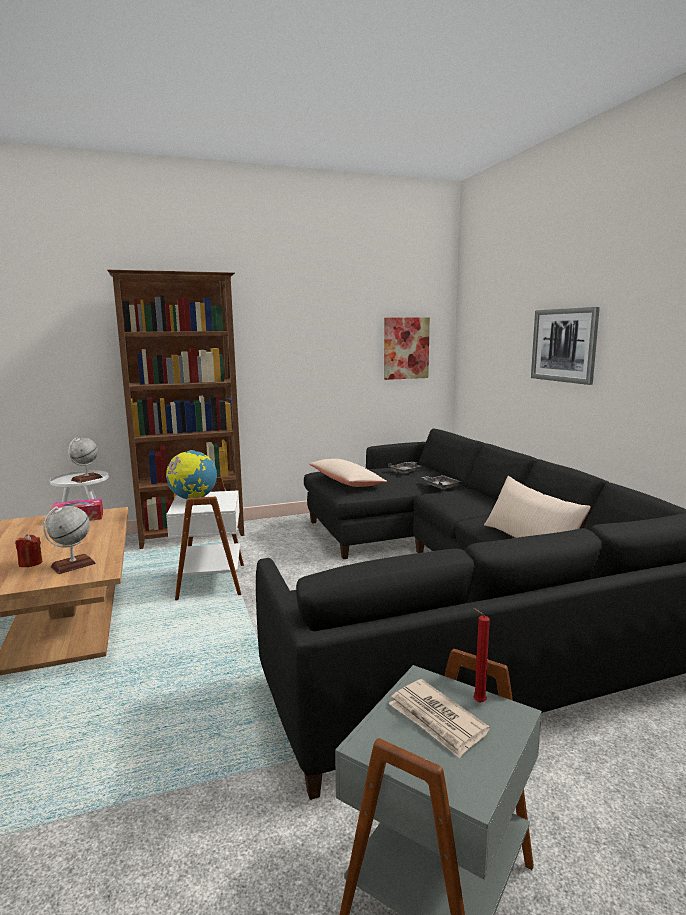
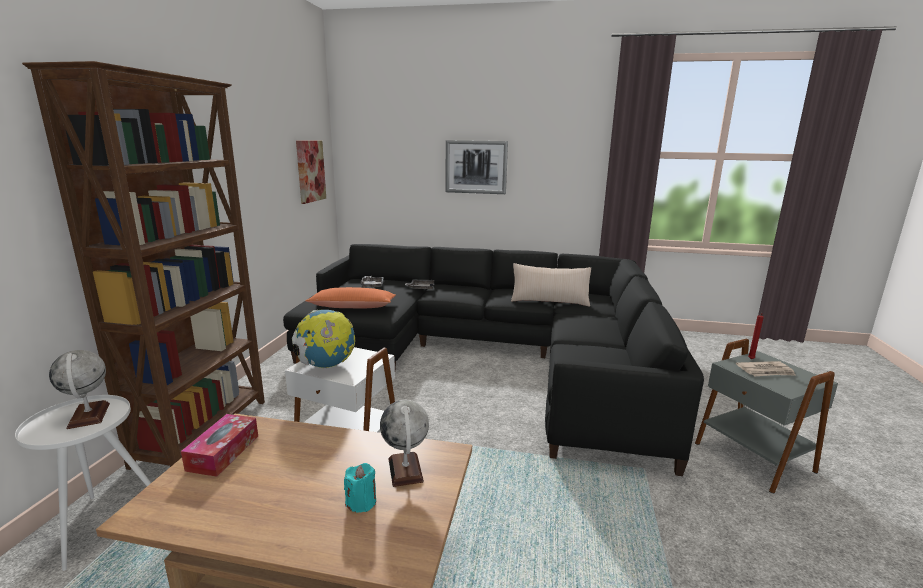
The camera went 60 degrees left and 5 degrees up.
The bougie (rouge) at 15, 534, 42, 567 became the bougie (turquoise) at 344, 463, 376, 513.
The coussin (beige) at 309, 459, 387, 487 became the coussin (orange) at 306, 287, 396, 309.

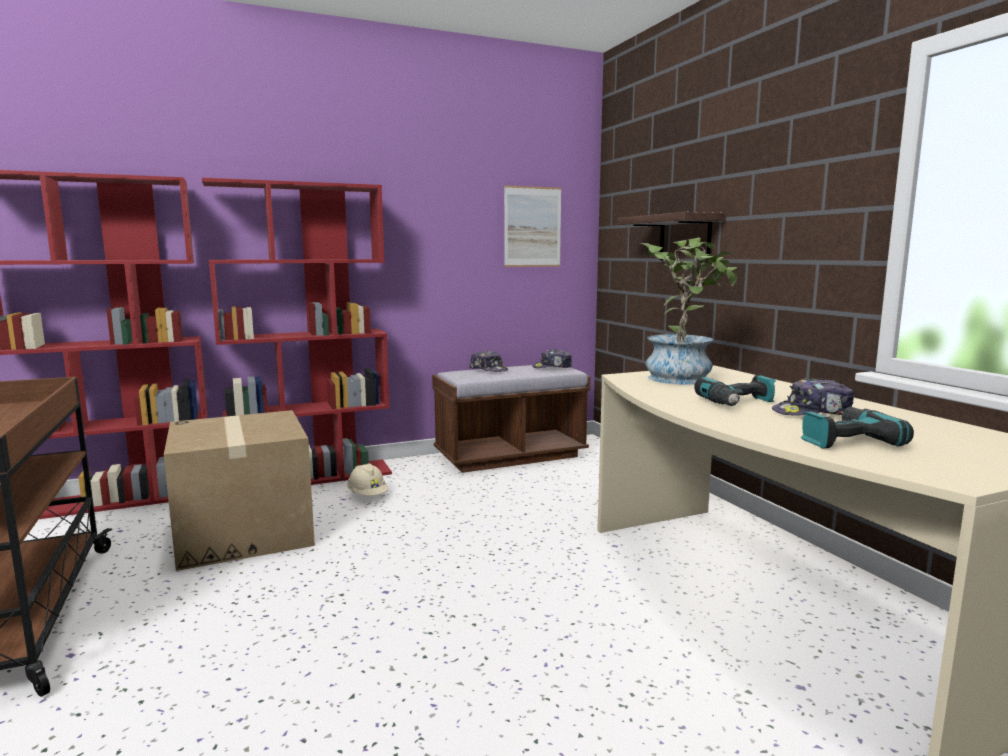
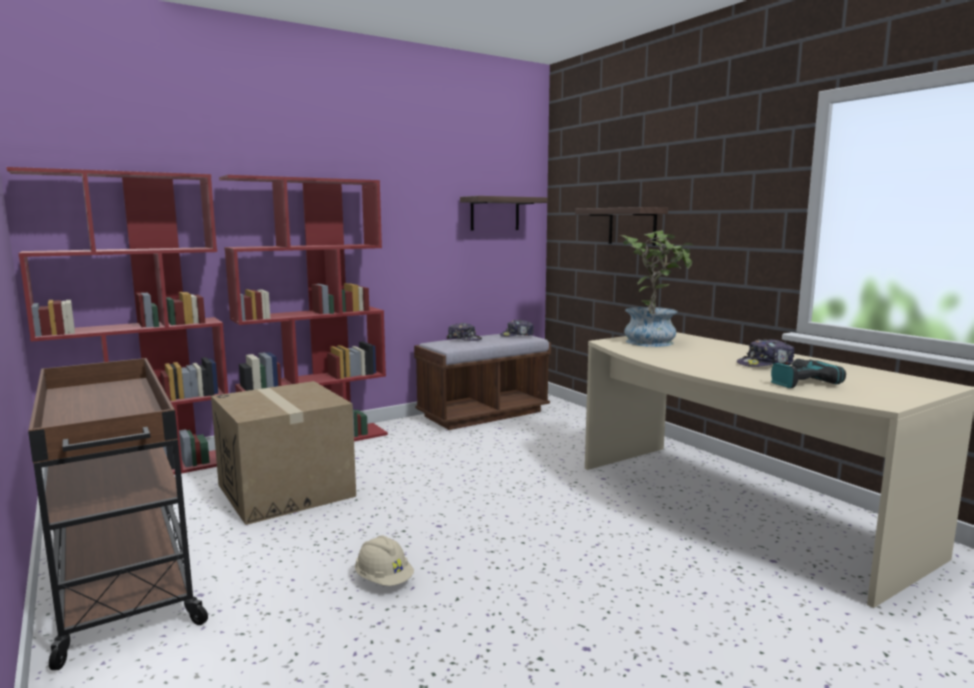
The camera went 10 degrees left and 0 degrees up.
The perceuse at 694, 375, 776, 406 disappeared.
The casque de chantier (beige) moved from 347, 463, 388, 496 to 355, 536, 414, 586.
The tableau at 504, 185, 562, 267 was replaced by the étagère at 460, 196, 547, 231.

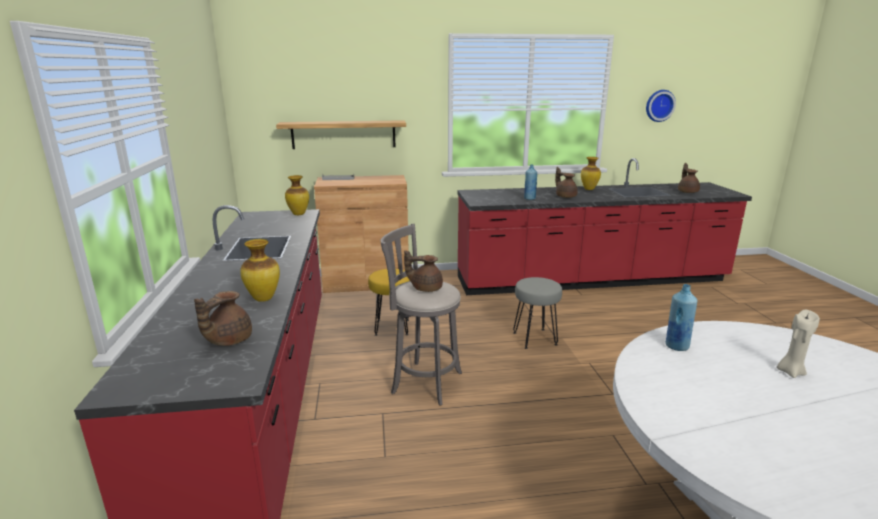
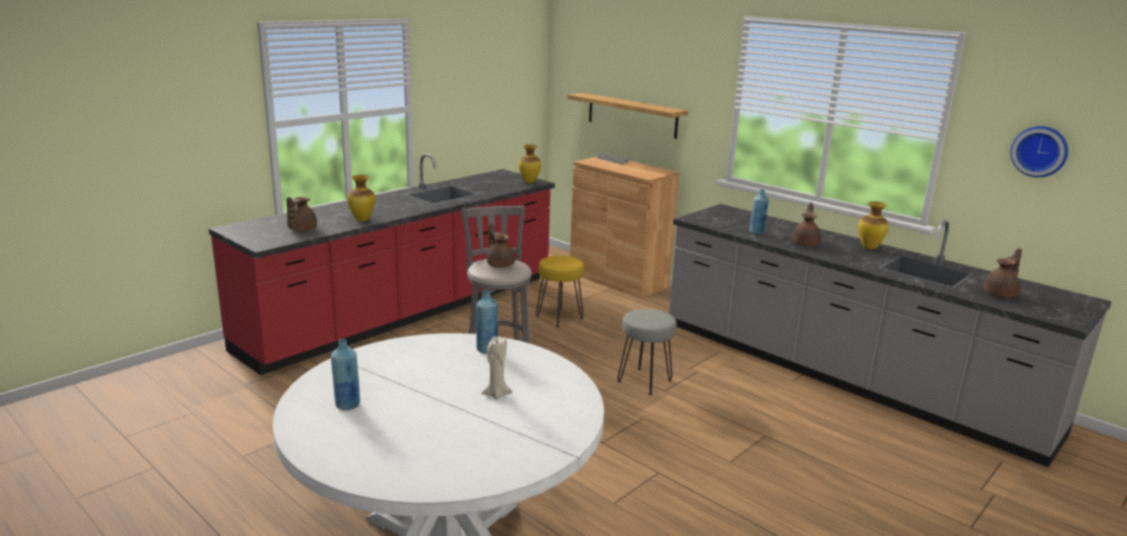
The camera went 50 degrees right and 0 degrees up.
The bouteille (bleu) at 331, 339, 360, 410 appeared.
The comptoir de cuisine (rouge) at 458, 158, 752, 295 became the comptoir de cuisine (gris) at 669, 204, 1112, 467.
The théière (marron) at 194, 291, 252, 346 turned 60 degrees counterclockwise.

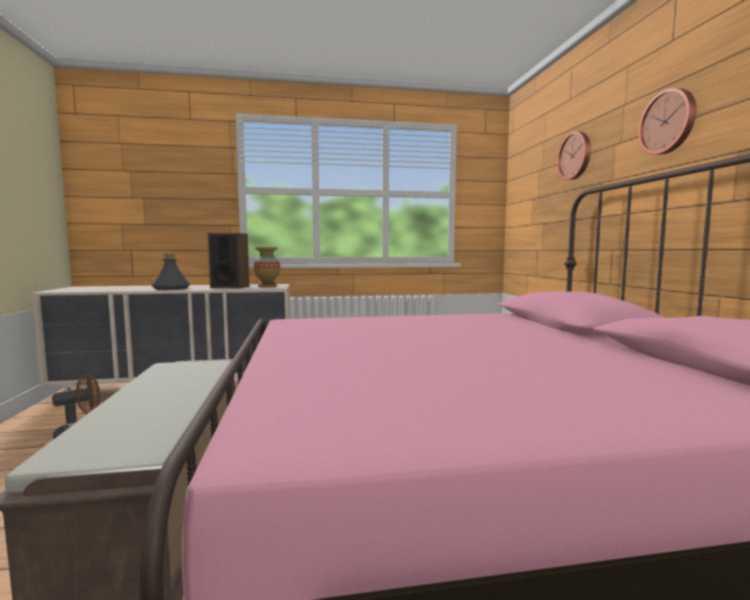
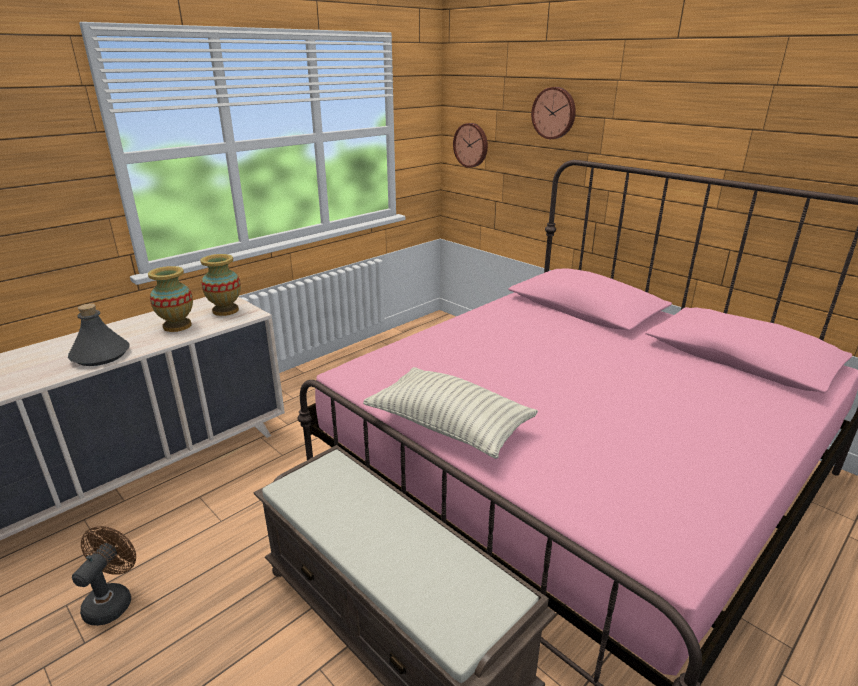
The camera went 35 degrees left and 20 degrees up.
The coussin at 363, 367, 538, 459 appeared.
The horloge murale moved from 638, 88, 697, 155 to 453, 123, 488, 168.
The enceinte at 208, 233, 249, 288 was replaced by the vase at 148, 266, 193, 332.

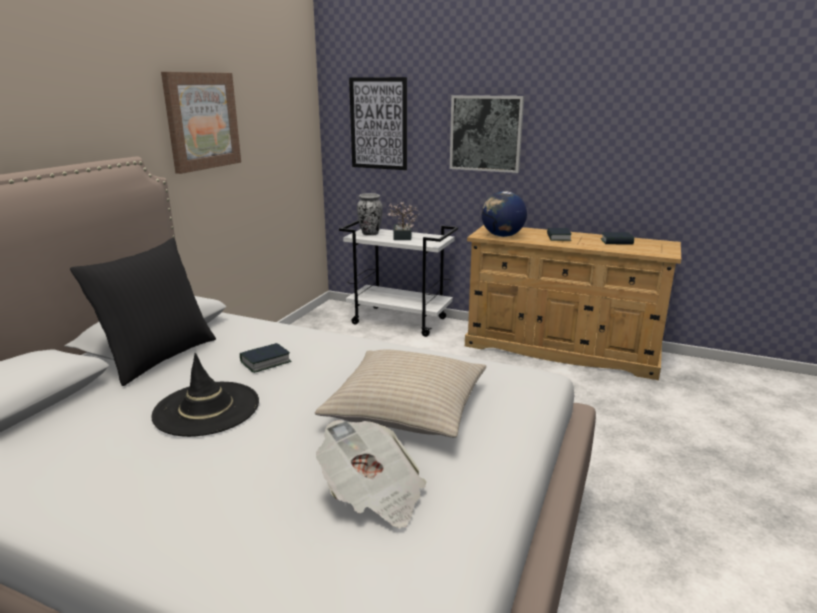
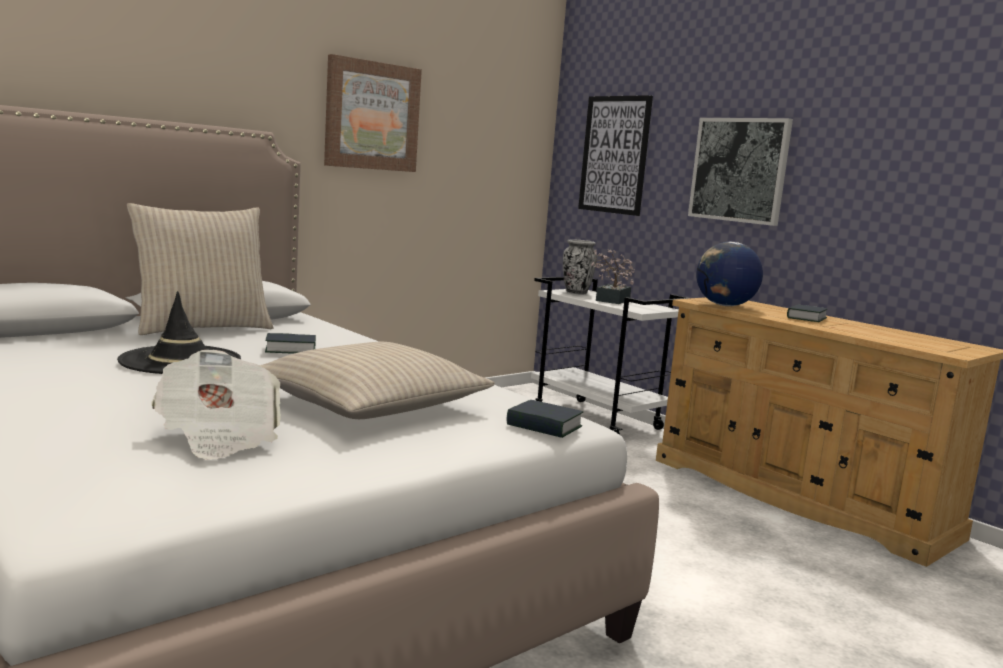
The camera went 25 degrees right and 10 degrees down.
The livre moved from 601, 232, 634, 245 to 507, 400, 583, 438.
The coussin (noir) at 70, 238, 216, 386 became the coussin (beige) at 127, 203, 274, 335.

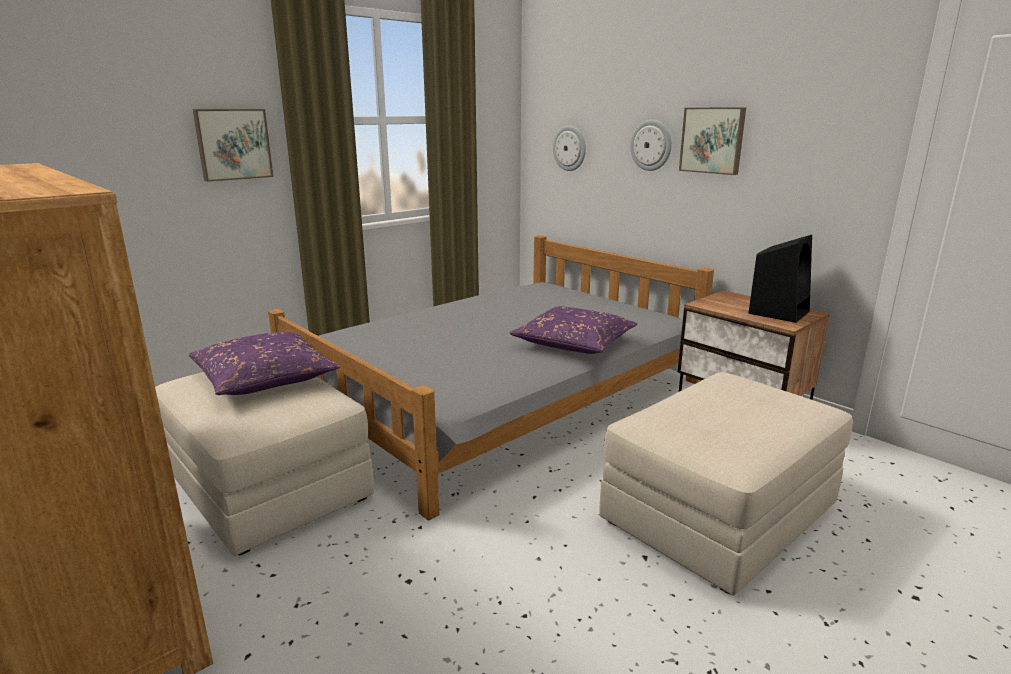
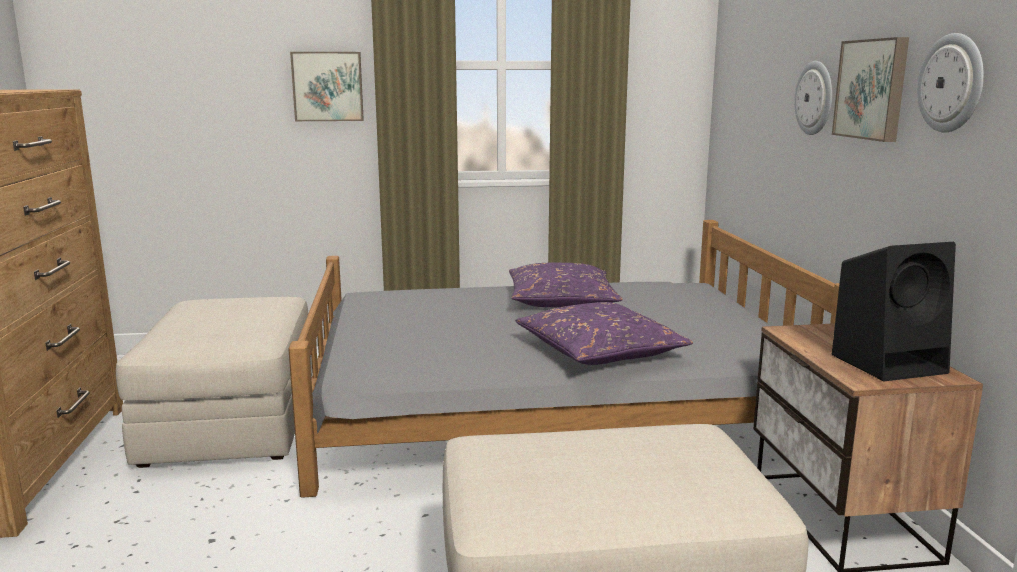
The camera went 35 degrees right and 5 degrees down.
The coussin (violet) moved from 189, 332, 340, 395 to 509, 263, 622, 307.
The horloge murale moved from 553, 126, 586, 171 to 917, 33, 984, 133.

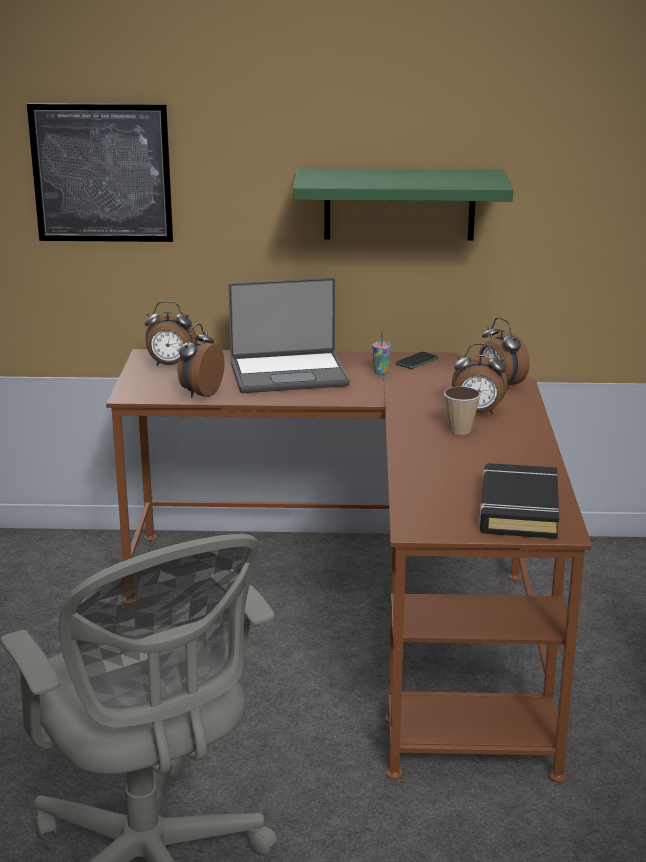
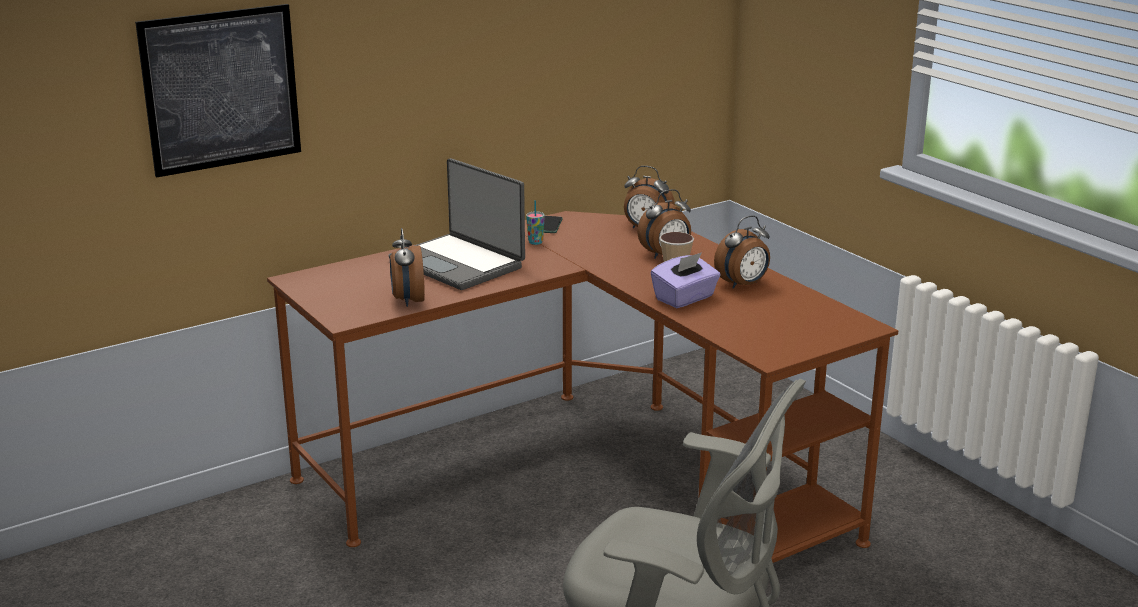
The camera went 35 degrees left and 0 degrees up.
The étagère (vert) at 293, 168, 513, 241 disappeared.
The livre (noir) at 479, 463, 559, 539 disappeared.
The boîte à mouchoirs (violet) at 651, 252, 721, 308 appeared.
The réveil moved from 145, 301, 196, 366 to 714, 216, 770, 289.
The ordinateur portable at 228, 277, 350, 393 turned 90 degrees clockwise.

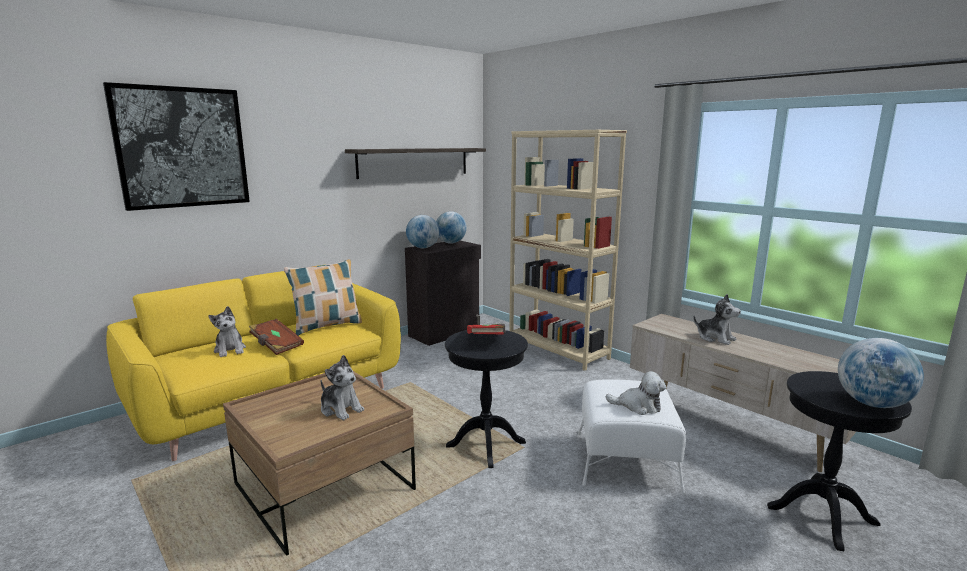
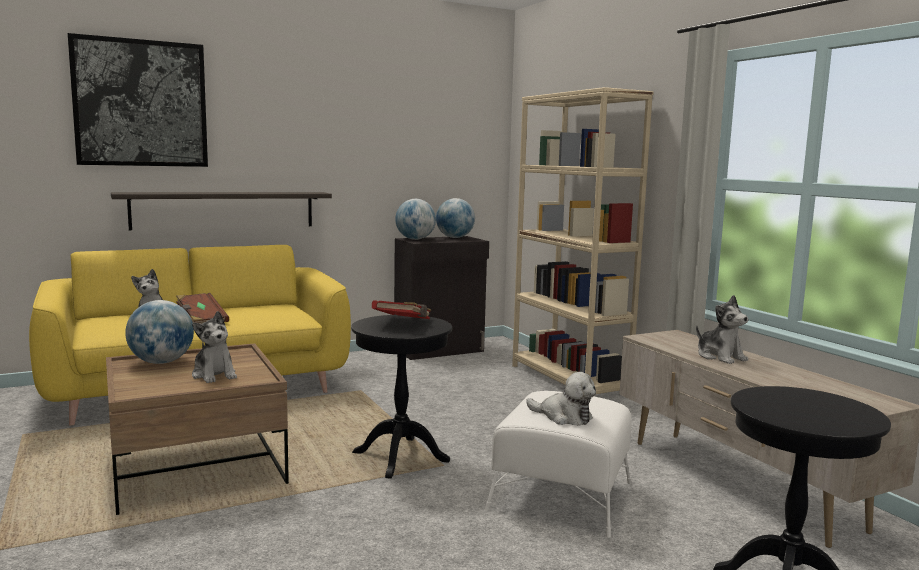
The camera went 15 degrees right and 5 degrees down.
The coussin at 284, 259, 362, 336 disappeared.
The étagère moved from 345, 148, 486, 179 to 111, 192, 332, 230.
The globe moved from 838, 338, 924, 408 to 125, 300, 194, 364.

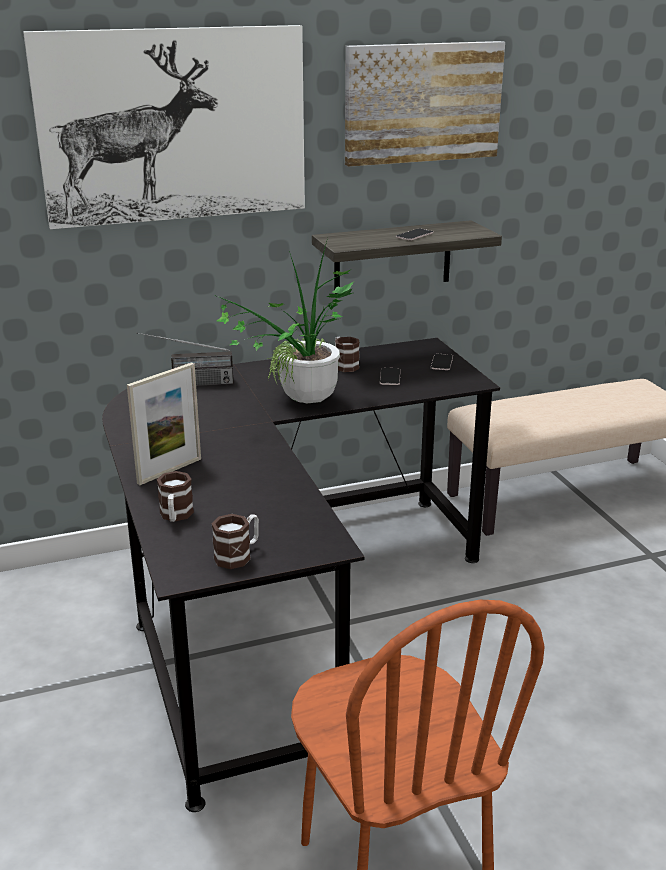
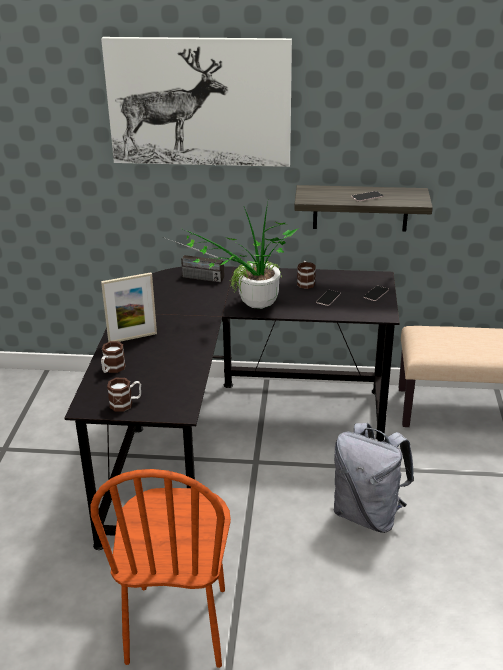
The camera went 25 degrees right and 5 degrees up.
The tableau at 345, 41, 505, 167 disappeared.
The sac à dos (gris) at 334, 423, 414, 533 appeared.

